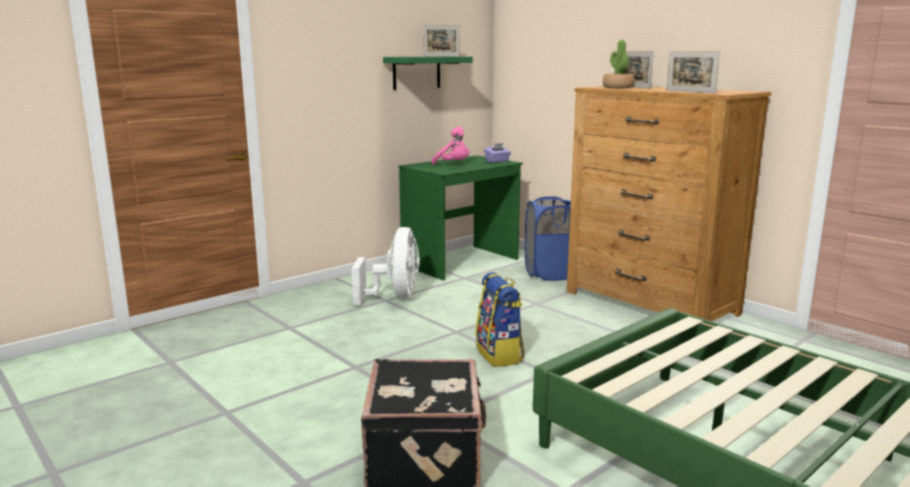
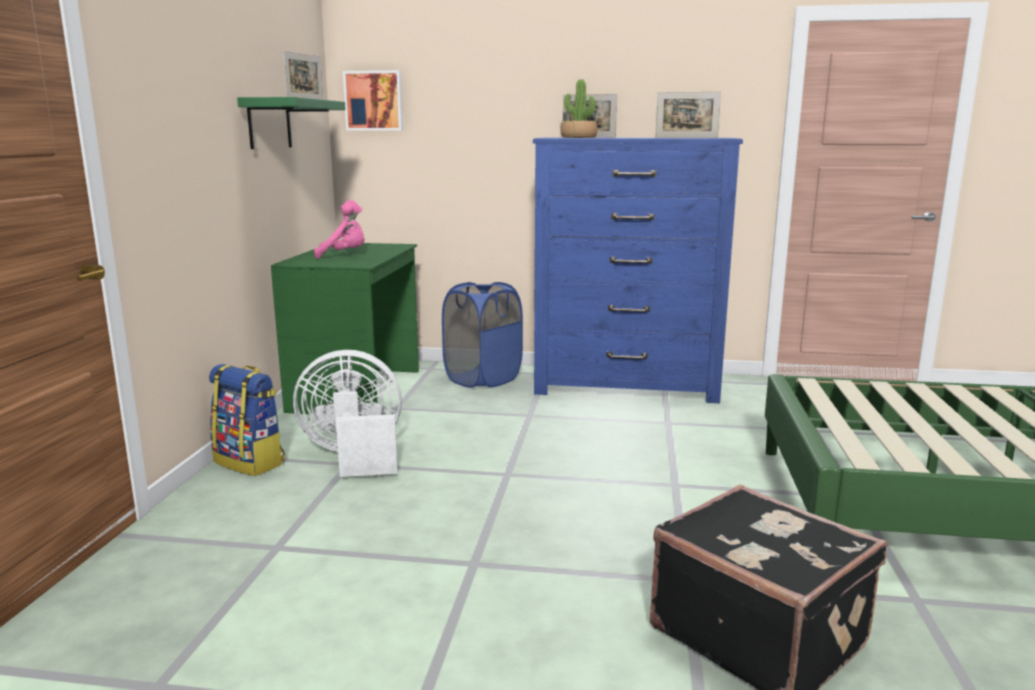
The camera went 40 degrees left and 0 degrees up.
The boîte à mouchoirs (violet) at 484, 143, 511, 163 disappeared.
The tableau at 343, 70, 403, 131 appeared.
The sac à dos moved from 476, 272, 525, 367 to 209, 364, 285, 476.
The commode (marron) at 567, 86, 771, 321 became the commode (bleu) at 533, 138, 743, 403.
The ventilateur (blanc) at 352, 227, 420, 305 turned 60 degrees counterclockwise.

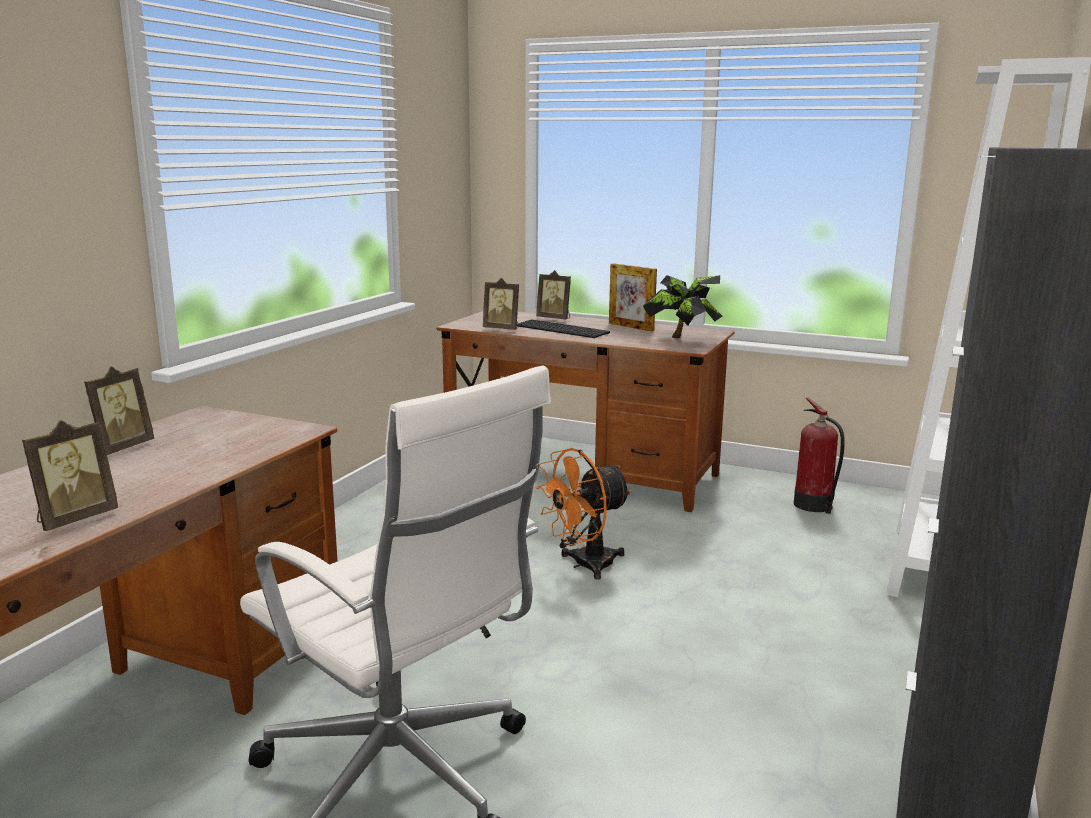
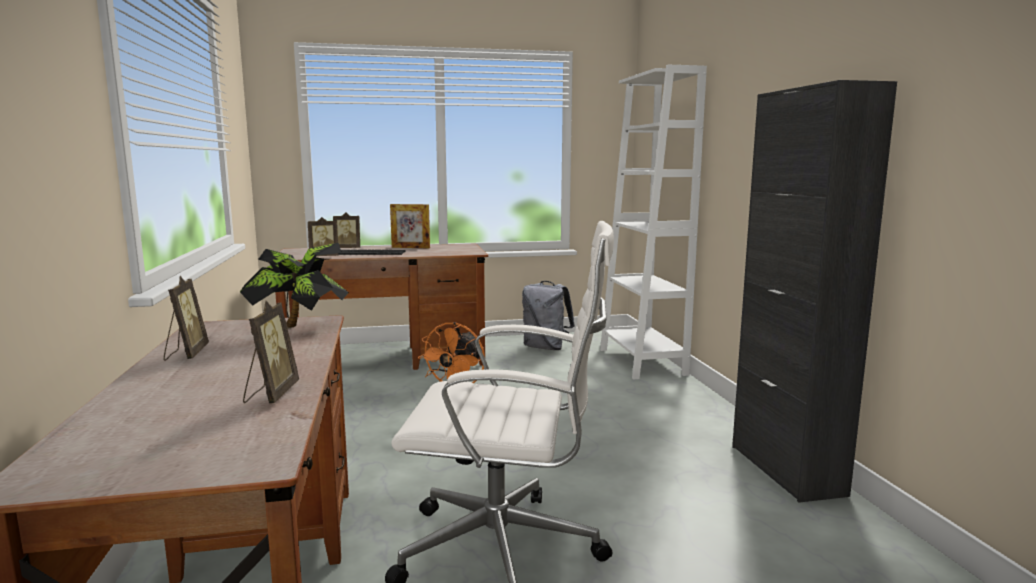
The camera went 35 degrees left and 5 degrees down.
The plante en pot moved from 643, 275, 722, 338 to 240, 243, 349, 328.
The extincteur at 794, 398, 845, 514 was replaced by the sac à dos (gris) at 522, 281, 575, 350.

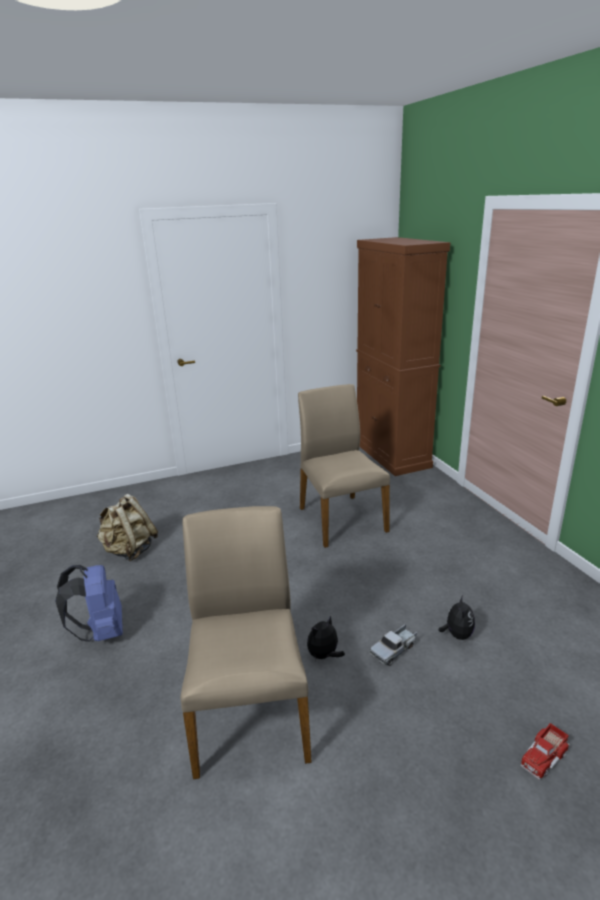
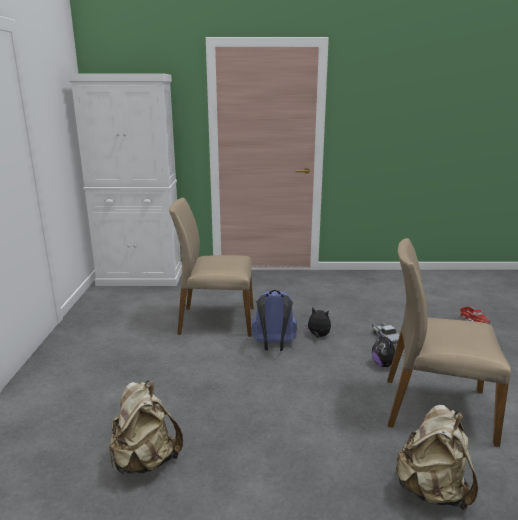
The camera went 70 degrees left and 5 degrees down.
The sac à dos (beige) at 395, 405, 478, 511 appeared.
The sac à dos (bleu) moved from 55, 565, 123, 642 to 252, 290, 297, 351.
The peluche moved from 438, 595, 475, 640 to 304, 307, 331, 338.
The meuble de rangement (marron) at 356, 237, 450, 476 became the meuble de rangement (blanc) at 68, 73, 182, 286.

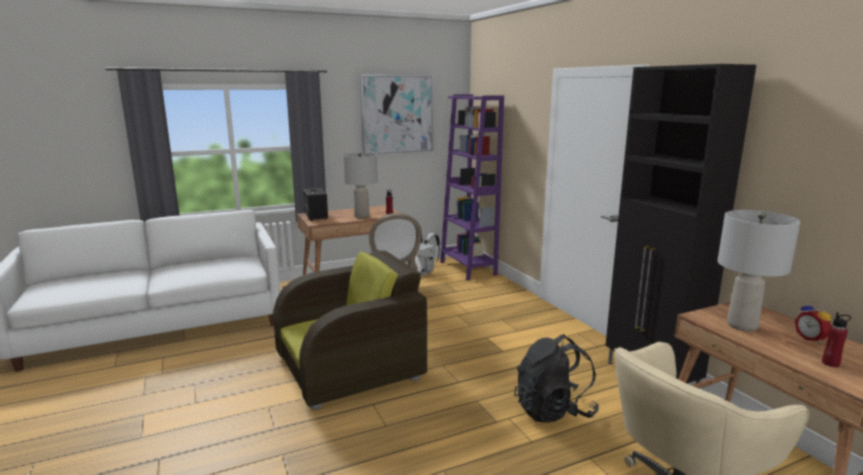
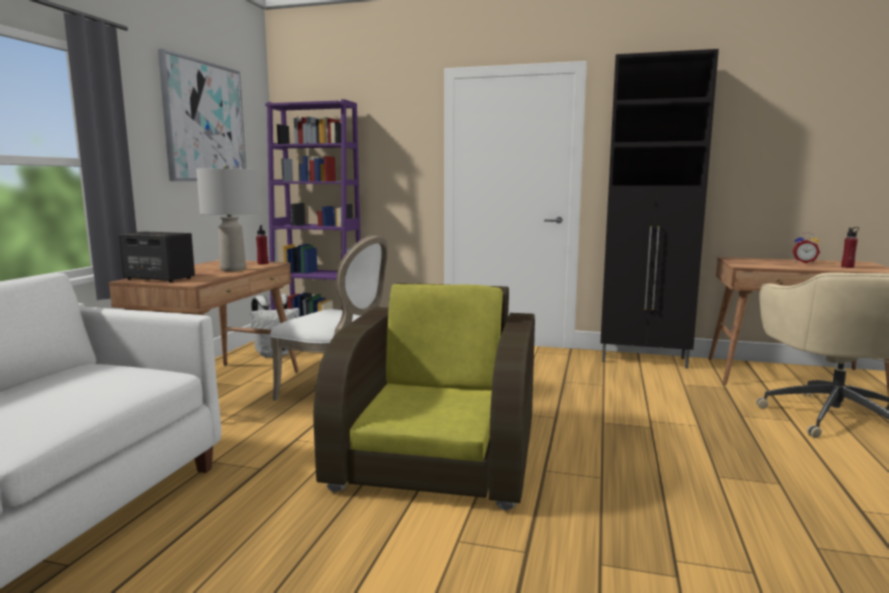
The camera went 50 degrees left and 5 degrees down.
The sac à dos (noir) at 514, 334, 599, 423 disappeared.
The lampe de table (gris) at 717, 210, 800, 332 disappeared.

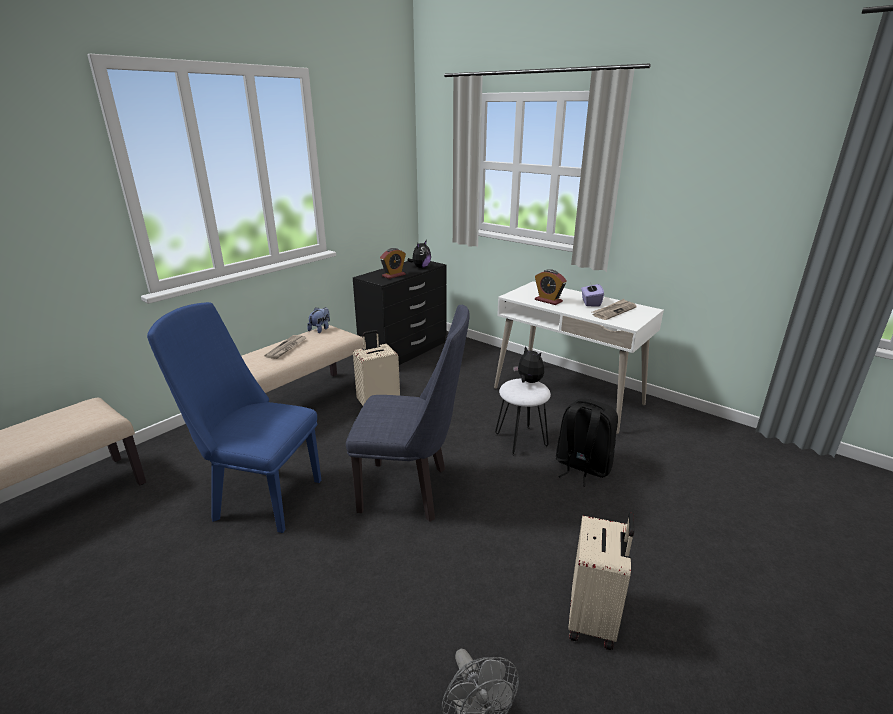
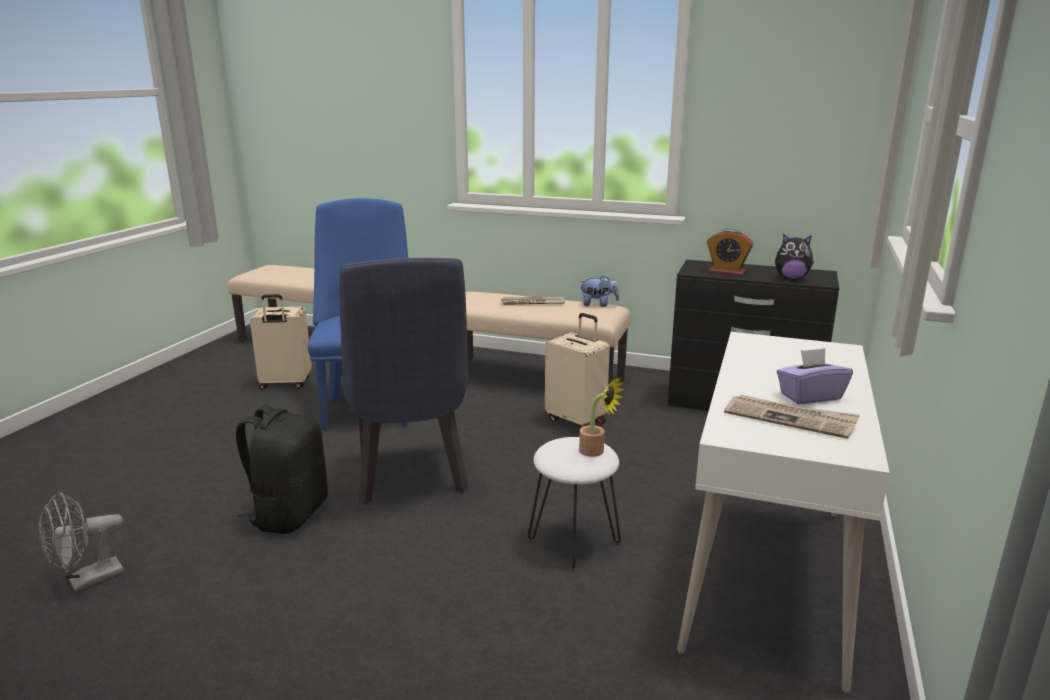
The camera went 70 degrees right and 5 degrees down.
The réveil at 535, 269, 567, 305 disappeared.
The sac à dos (noir) moved from 556, 398, 618, 486 to 236, 405, 328, 534.
The valise (beige) moved from 568, 512, 634, 650 to 250, 294, 312, 390.
The peluche at 513, 346, 544, 383 was replaced by the plante en pot at 579, 377, 624, 457.

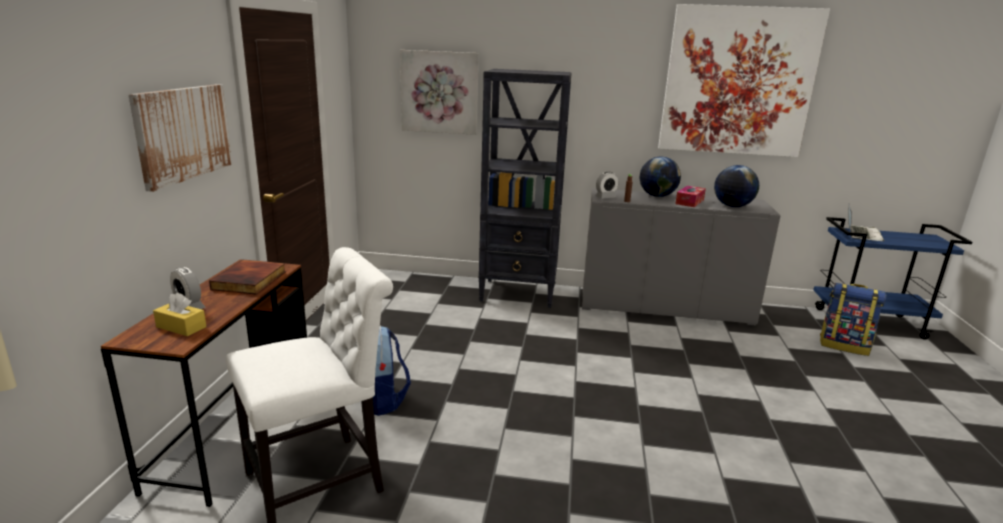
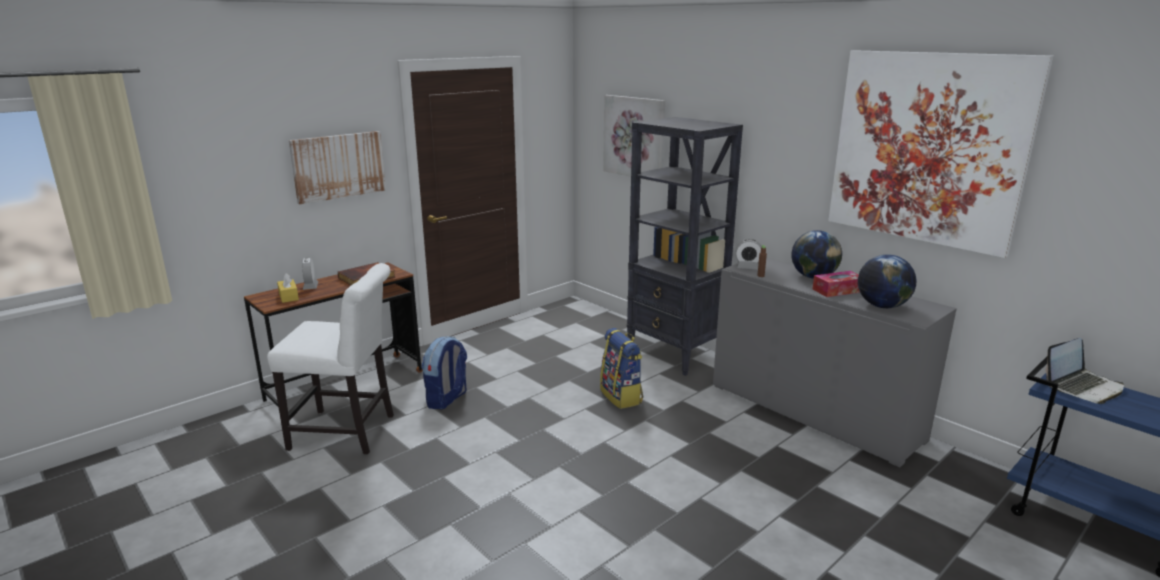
The camera went 40 degrees right and 0 degrees up.
The sac à dos moved from 820, 283, 887, 356 to 600, 328, 643, 409.

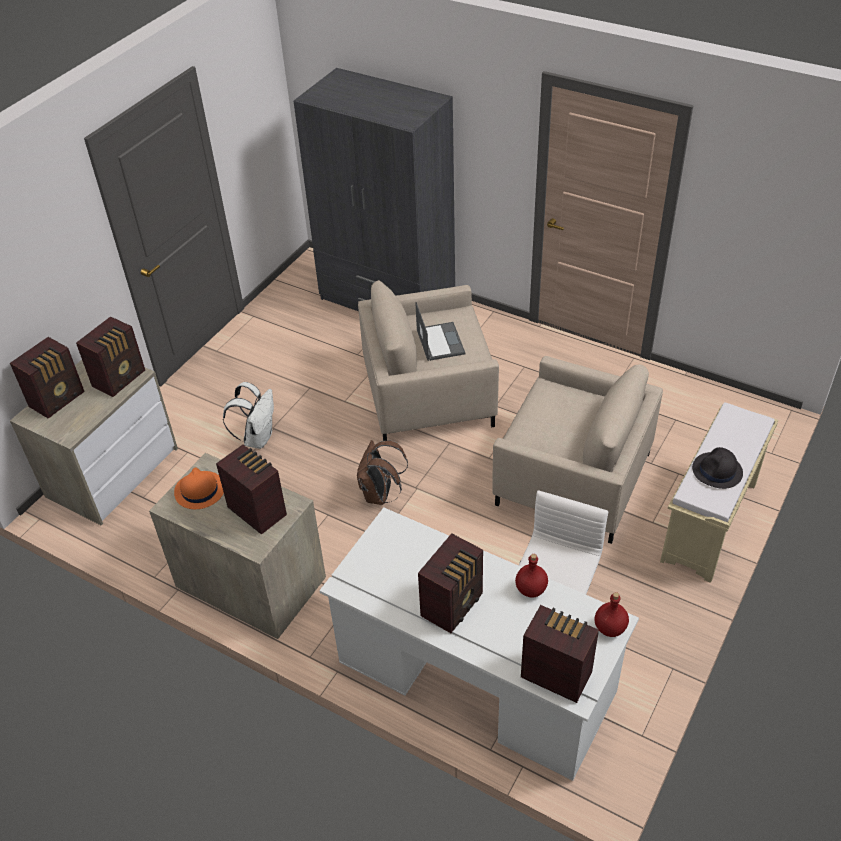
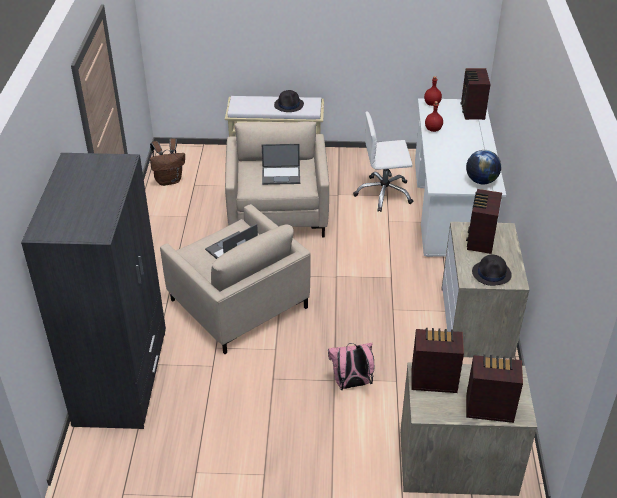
The camera went 120 degrees left and 5 degrees down.
The radio at 418, 533, 483, 633 disappeared.
The ordinateur portable at 262, 144, 300, 185 appeared.
The globe at 466, 150, 501, 184 appeared.
The sac à dos (marron) moved from 357, 440, 408, 505 to 150, 138, 185, 186.
The chapeau (orange) at 174, 467, 224, 509 became the chapeau (noir) at 472, 255, 512, 286.
The sac à dos (blanc) at 223, 382, 274, 449 became the sac à dos (rose) at 328, 343, 374, 390.

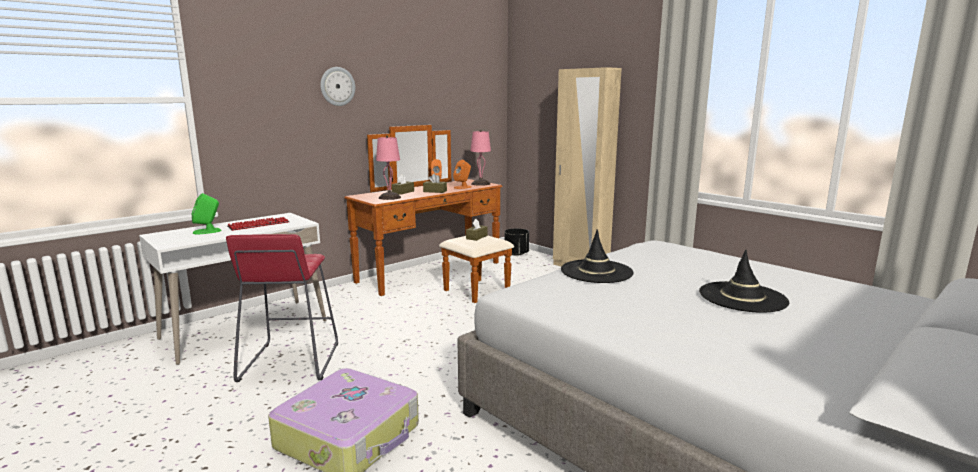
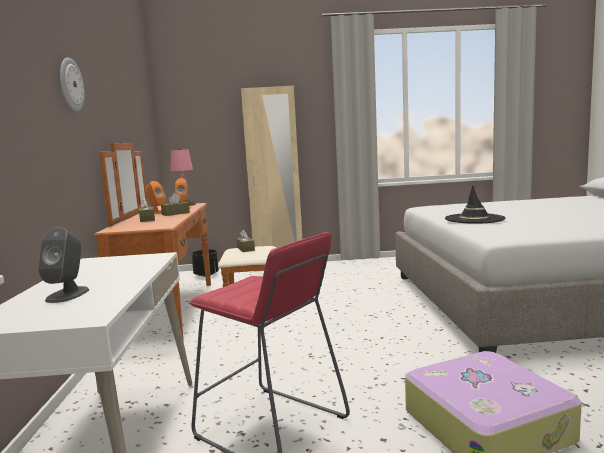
The camera went 50 degrees left and 5 degrees down.
The clavier at 227, 217, 289, 231 disappeared.
The lampe de table (rose) at 376, 136, 401, 200 disappeared.
The chapeau (noir) at 699, 250, 789, 313 disappeared.
The enceinte (vert) at 192, 193, 221, 234 became the enceinte (gris) at 38, 227, 89, 303.

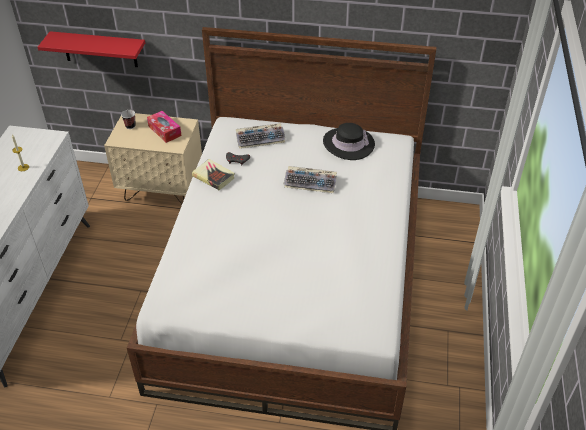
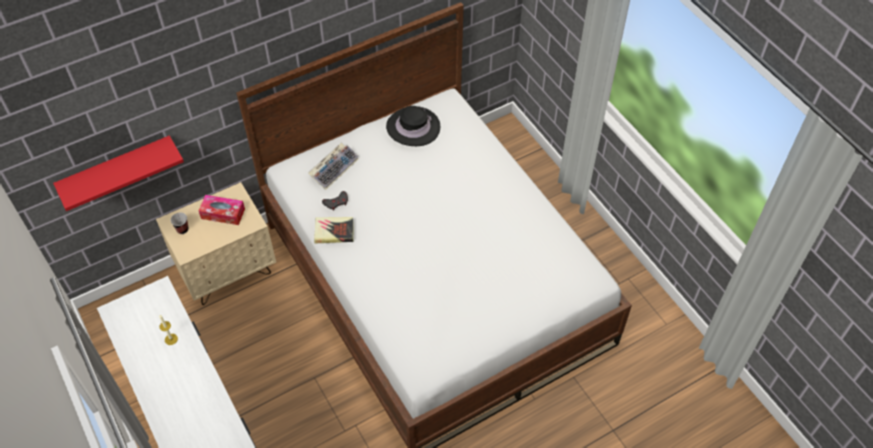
The camera went 40 degrees left and 10 degrees up.
The clavier at 283, 166, 337, 193 disappeared.

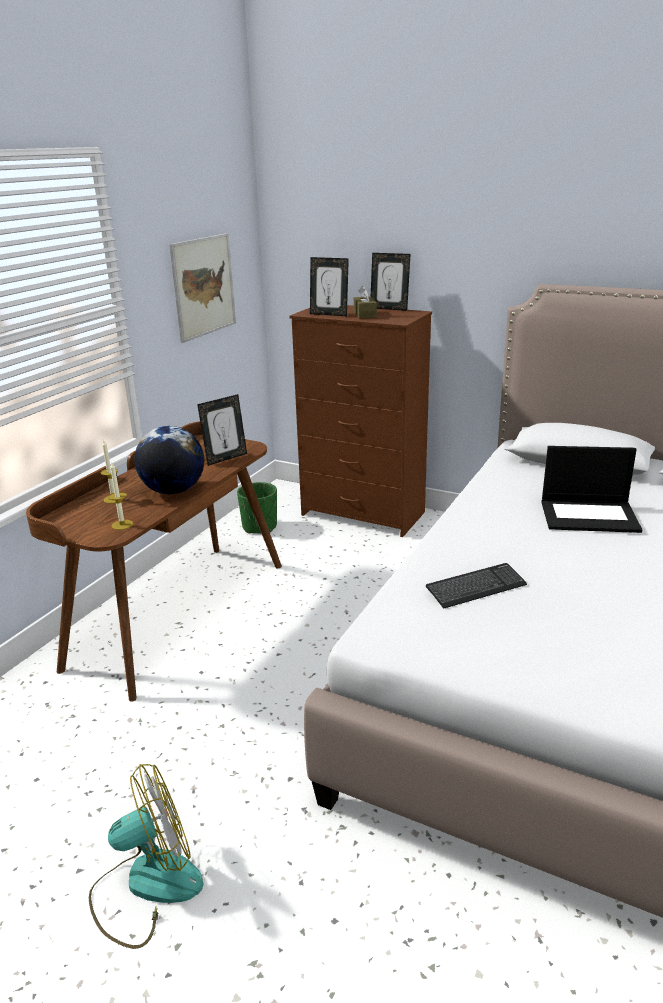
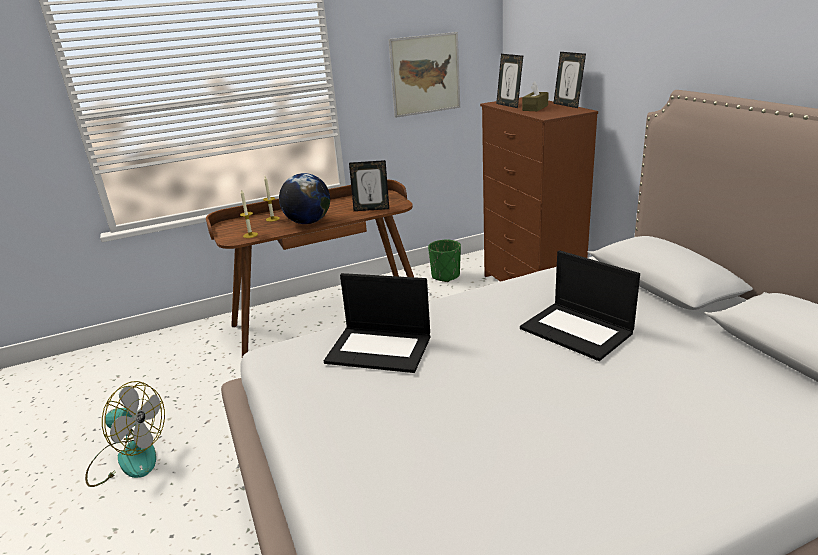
The camera went 40 degrees right and 0 degrees up.
The clavier at 426, 563, 527, 609 was replaced by the ordinateur portable at 324, 273, 431, 373.

